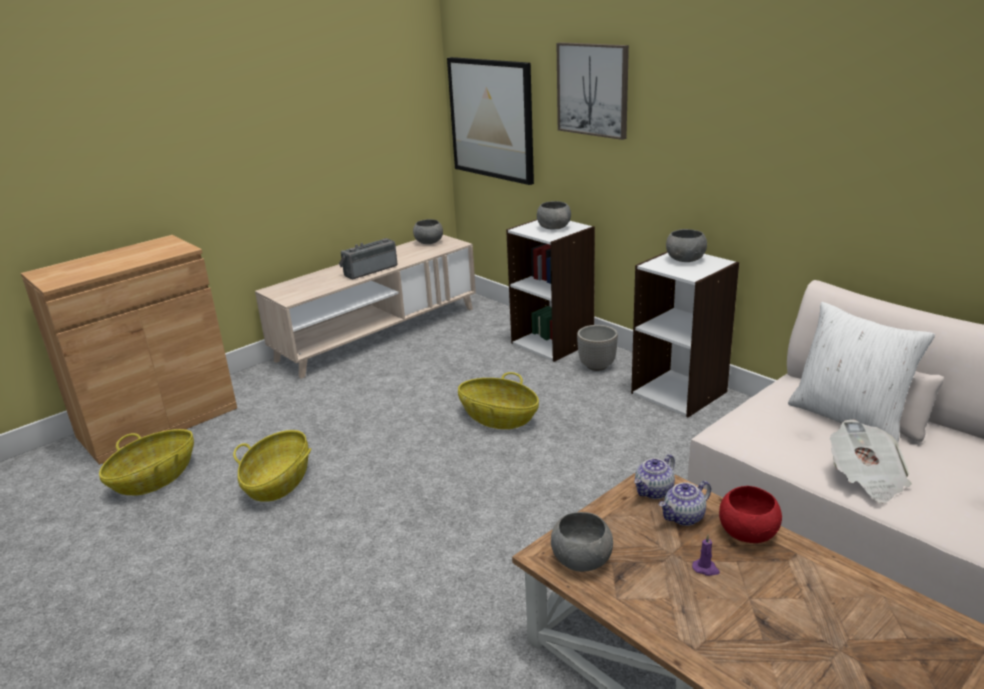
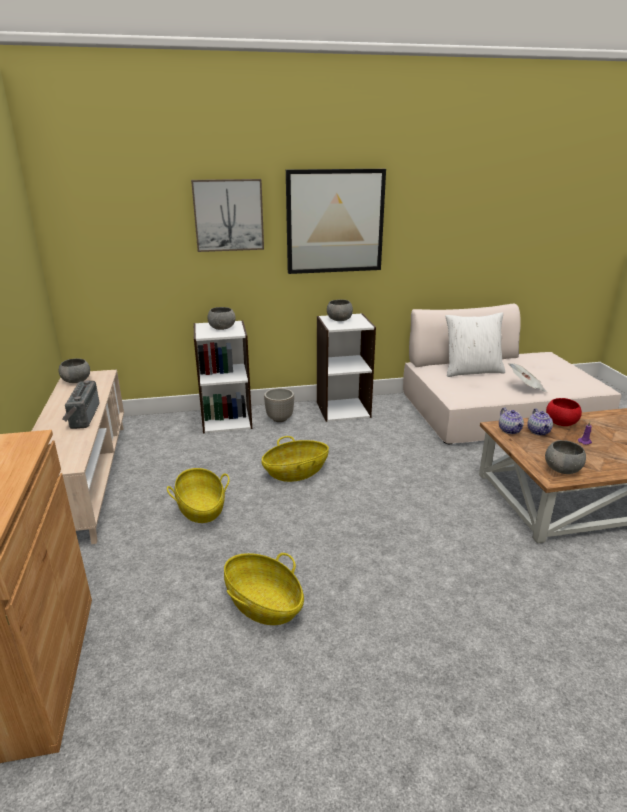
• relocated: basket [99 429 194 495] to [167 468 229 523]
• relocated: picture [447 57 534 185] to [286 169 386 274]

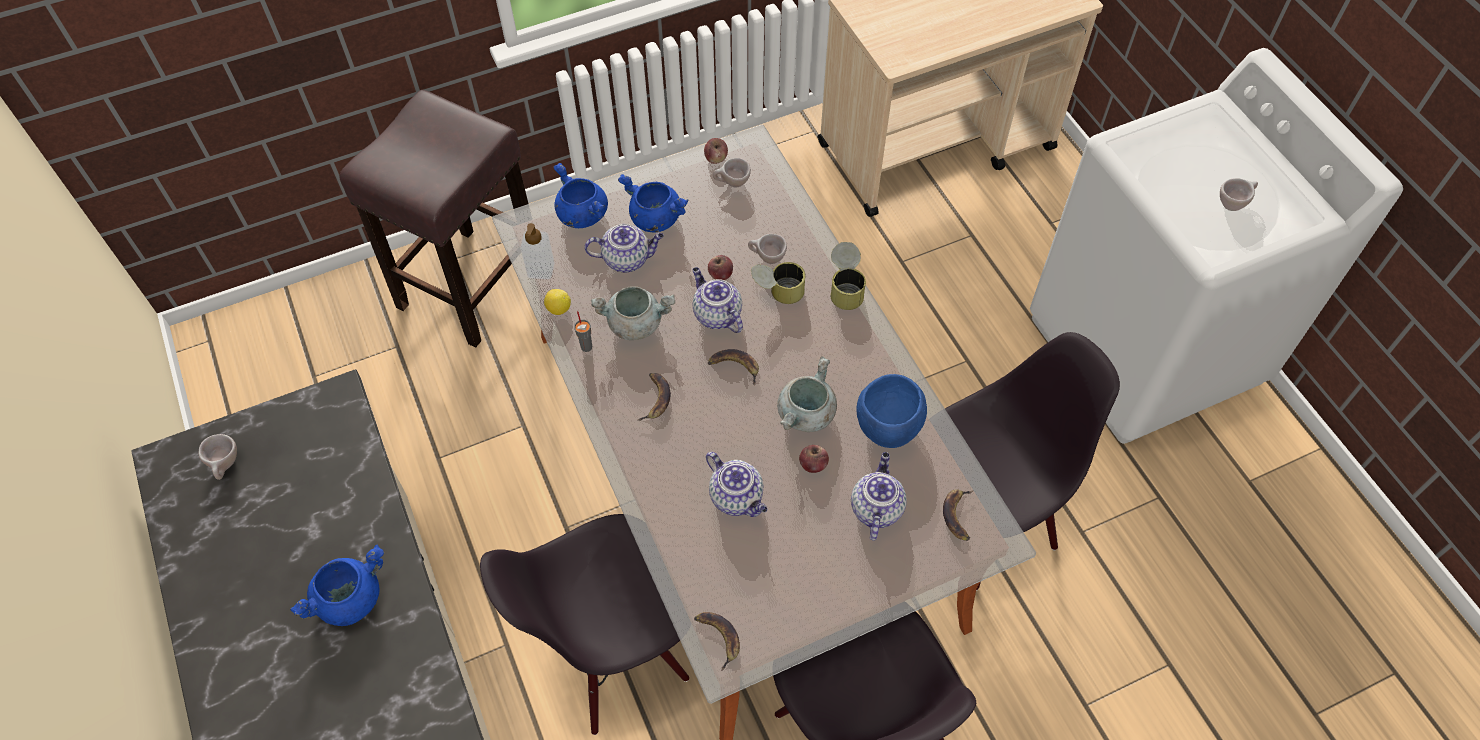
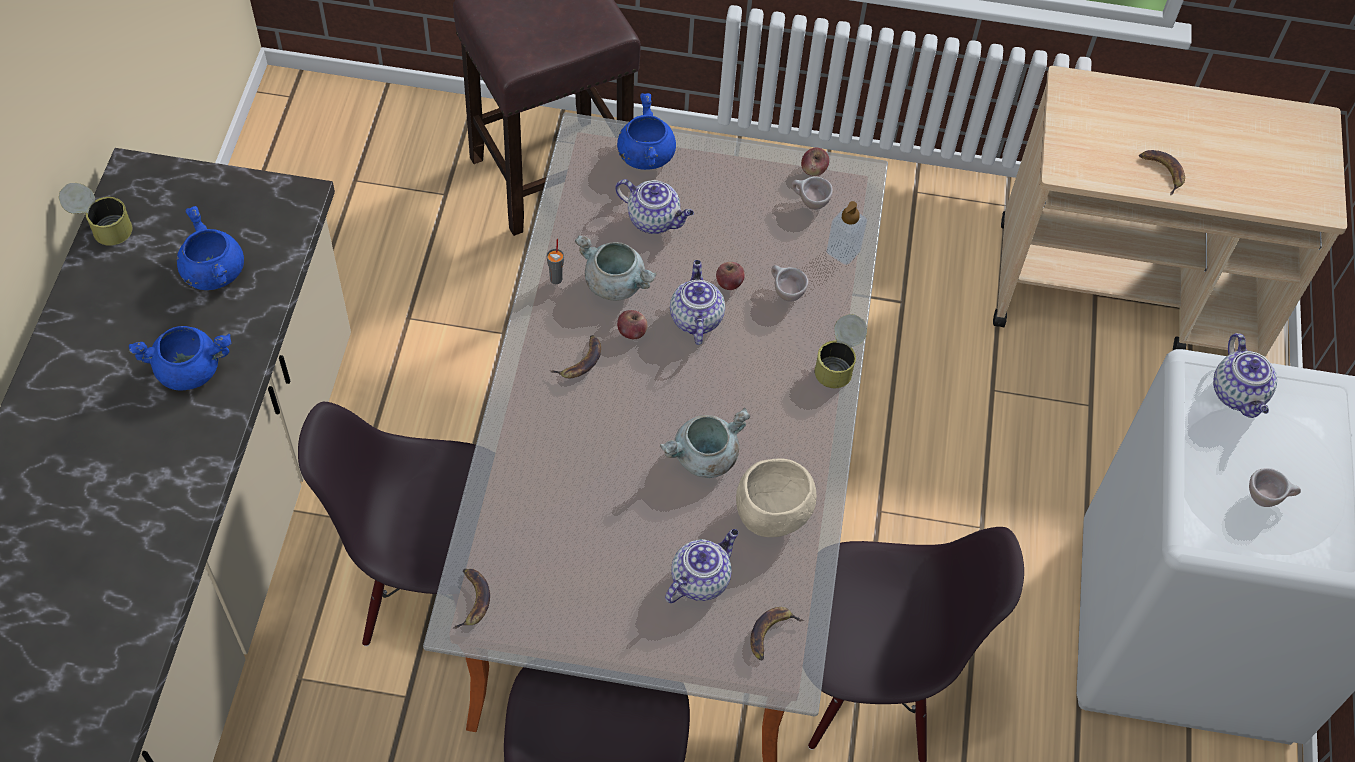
• relocated: can [751 262 806 304] to [59 183 133 246]
• relocated: blue_cooking_pot [618 174 688 233] to [177 206 244 290]
• relocated: apple [799 445 829 473] to [617 310 648 339]
• colour: blue_bowl [856 374 927 448] to beige_bowl [736 458 816 537]
• relocated: soap_dispenser [520 223 554 279] to [826 201 867 265]
• relocated: banana [708 349 759 386] to [1139 150 1185 195]
• relocated: teapot [706 452 767 517] to [1213 333 1277 418]
• missing: beige_cup [198 434 237 480]
• missing: lemon [544 289 571 315]

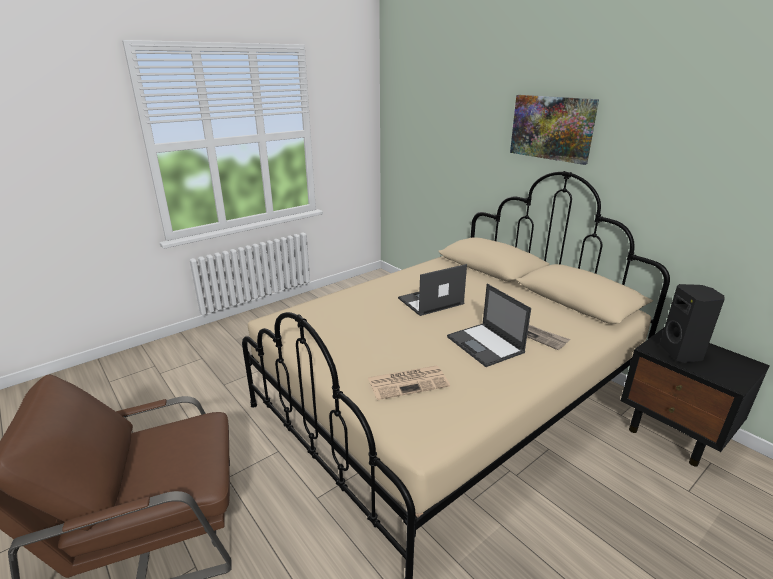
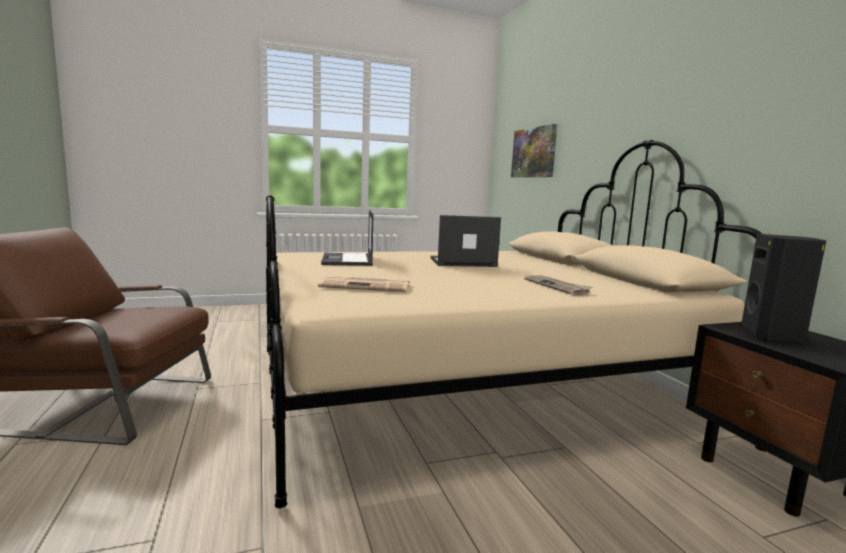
• relocated: laptop [447 284 531 367] to [321 210 373 266]
• relocated: picture [510 95 599 165] to [511 124 557 177]

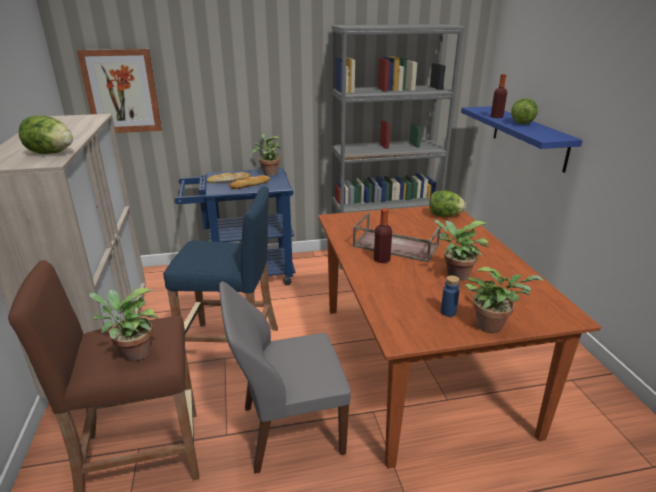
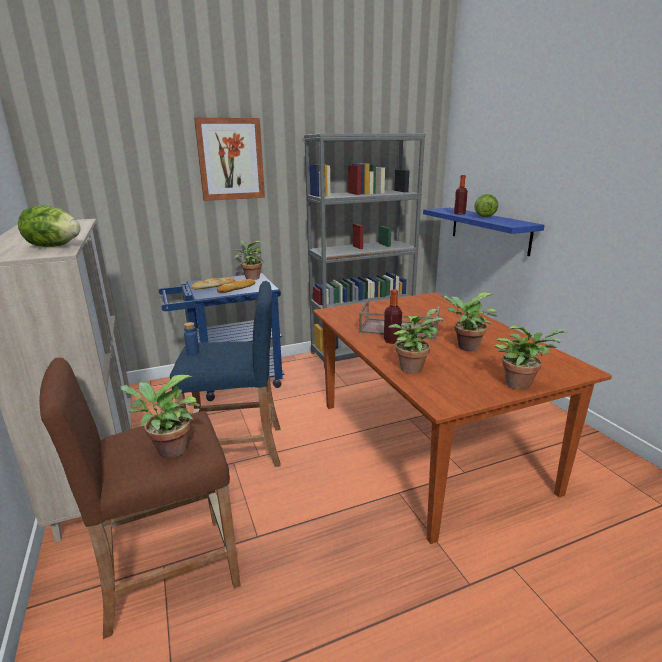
• relocated: blue_bottle [441 275 460 317] to [184 322 199 356]
• relocated: picture [77 49 162 133] to [194 118 265 201]
• appeared: potted_plant [388 309 443 374]
• missing: grey_chair [219 281 351 474]
• missing: lettuce [429 190 466 217]

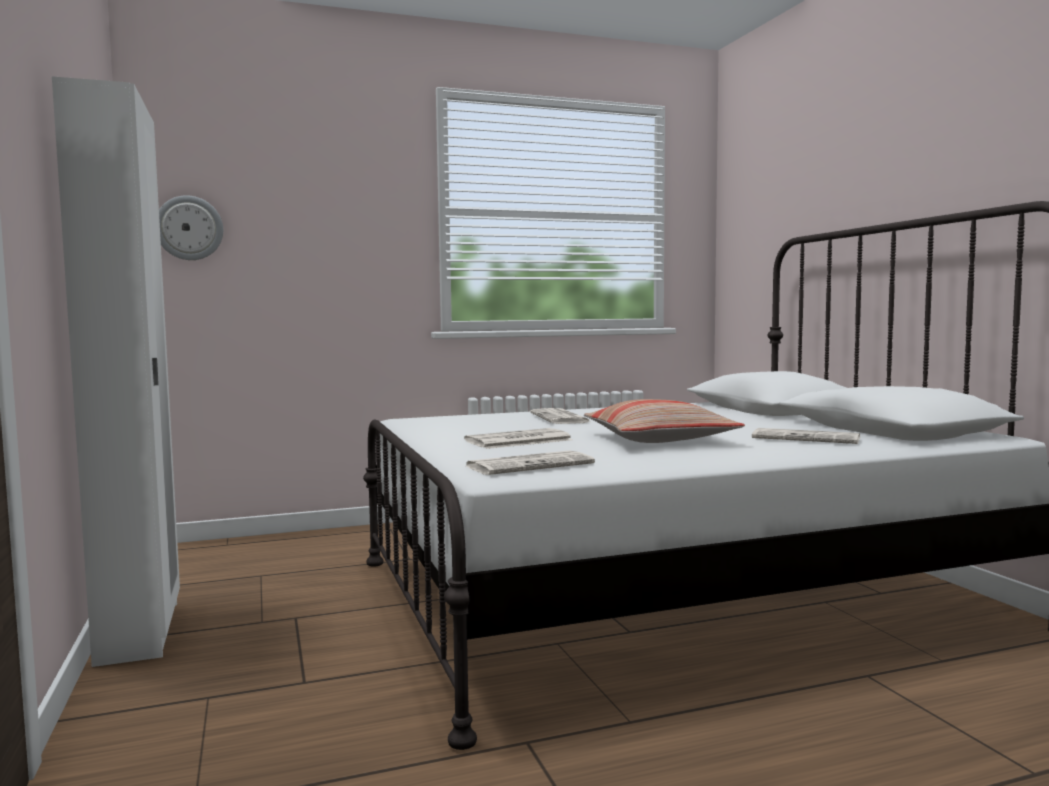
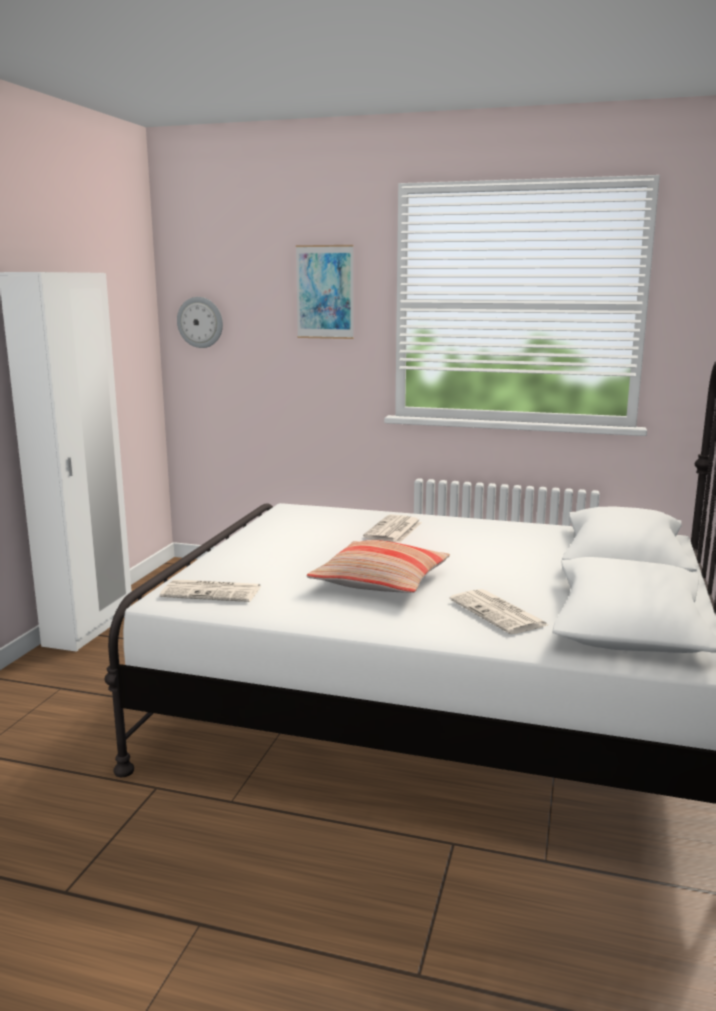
• appeared: picture [296 245 354 339]
• missing: newspaper [464 428 572 449]

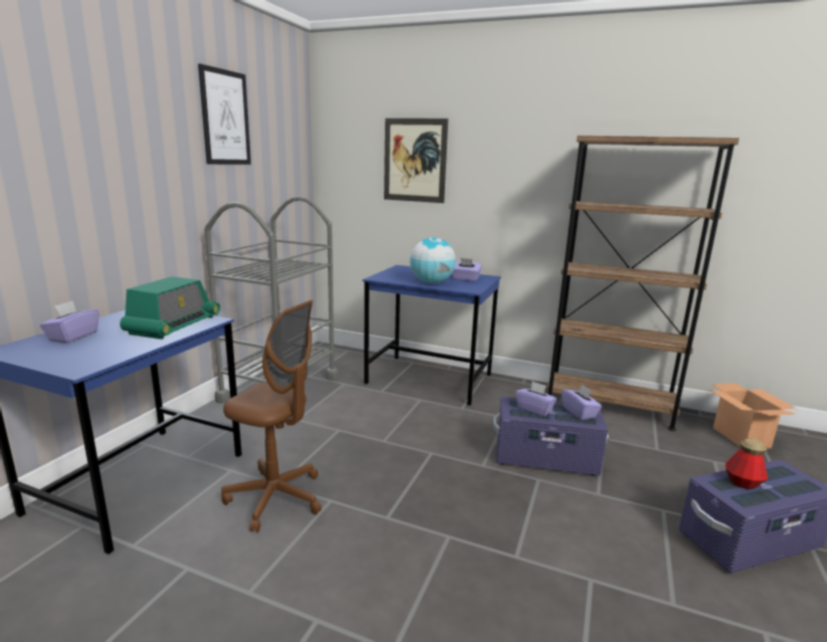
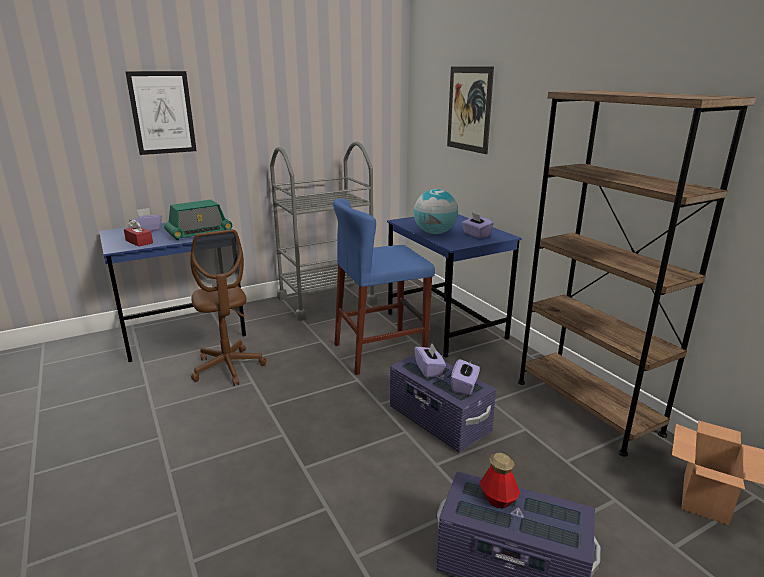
• appeared: red_tissue_box [124 219 153 247]
• relocated: picture [198 64 251 165] to [125 71 197 155]
• appeared: blue_stool [333 198 435 375]

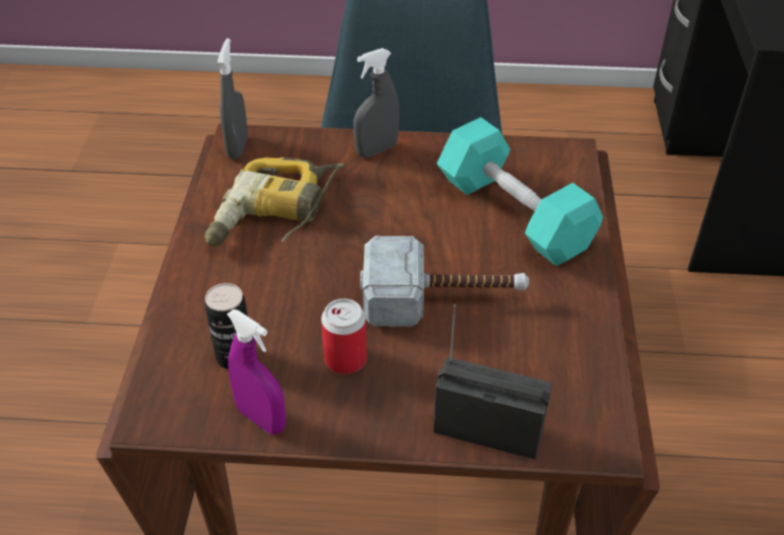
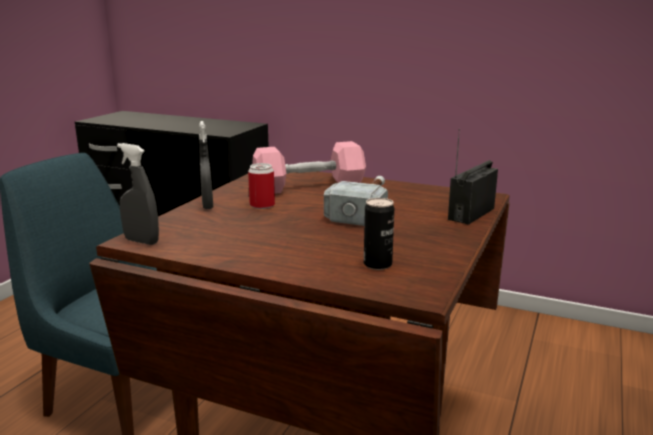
• relocated: can [321 299 367 374] to [248 163 275 209]
• colour: turquoise_dumbbell [437 117 603 266] to pink_dumbbell [252 141 366 194]
• missing: power_drill [204 157 346 246]
• missing: purple_spray_bottle [227 309 286 435]

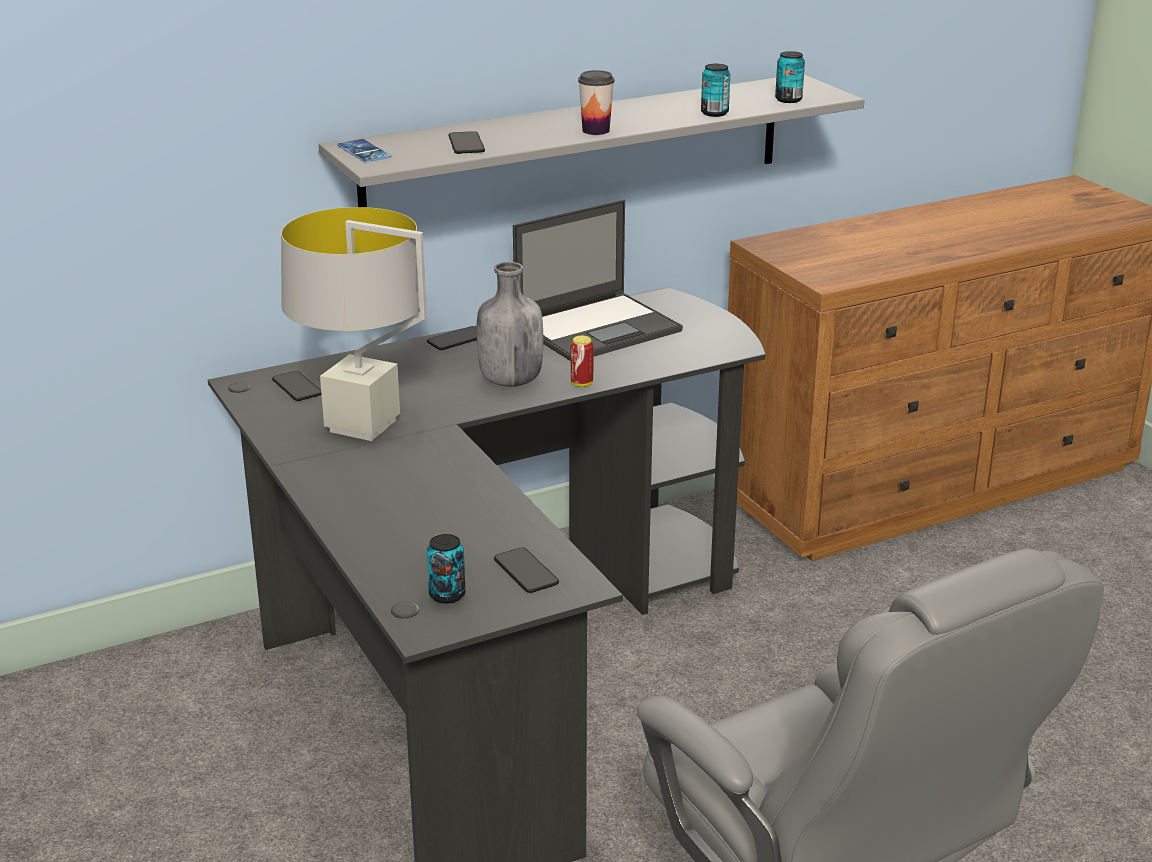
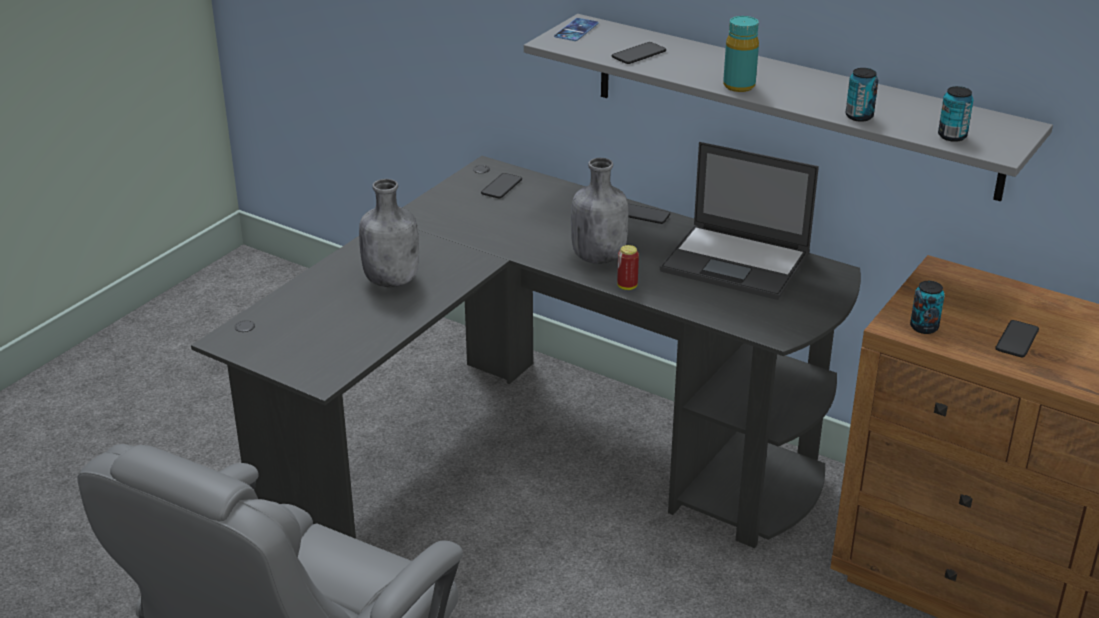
• appeared: grey_bottle [359 179 419 287]
• exchanged: cup [578 70 615 135] to turquoise_bottle [723 16 759 92]
• relocated: can [427 534 466 604] to [910 281 945 334]
• relocated: phone [494 547 559 593] to [995 320 1039 357]
• missing: grey_table_lamp [281 207 427 441]

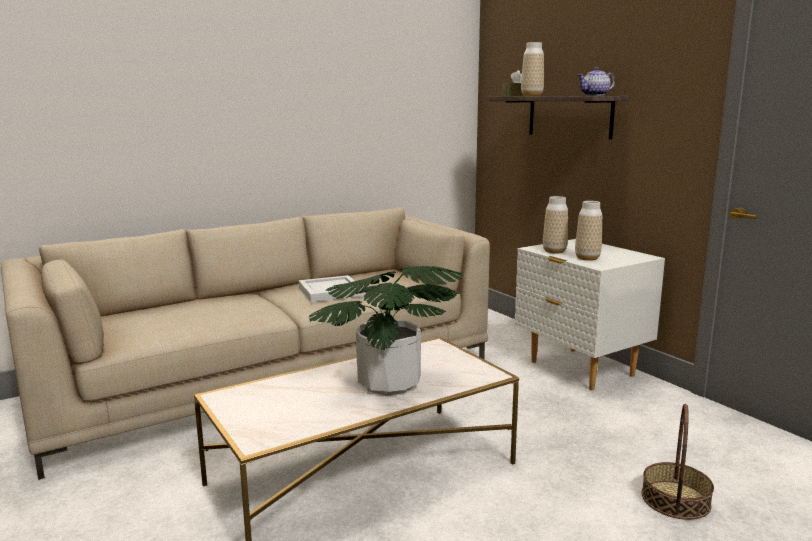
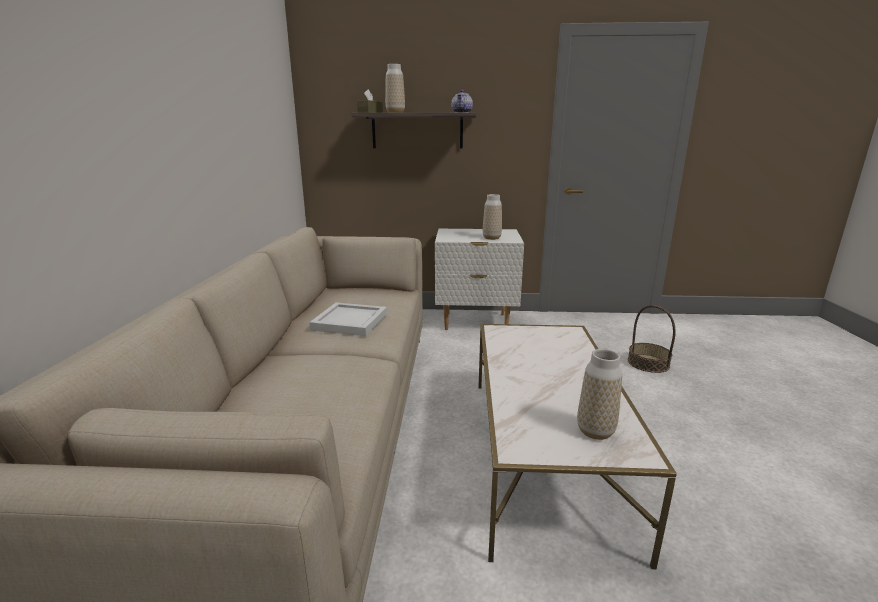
• relocated: vase [543 196 568 254] to [577 349 622 440]
• missing: potted_plant [308 266 464 396]

